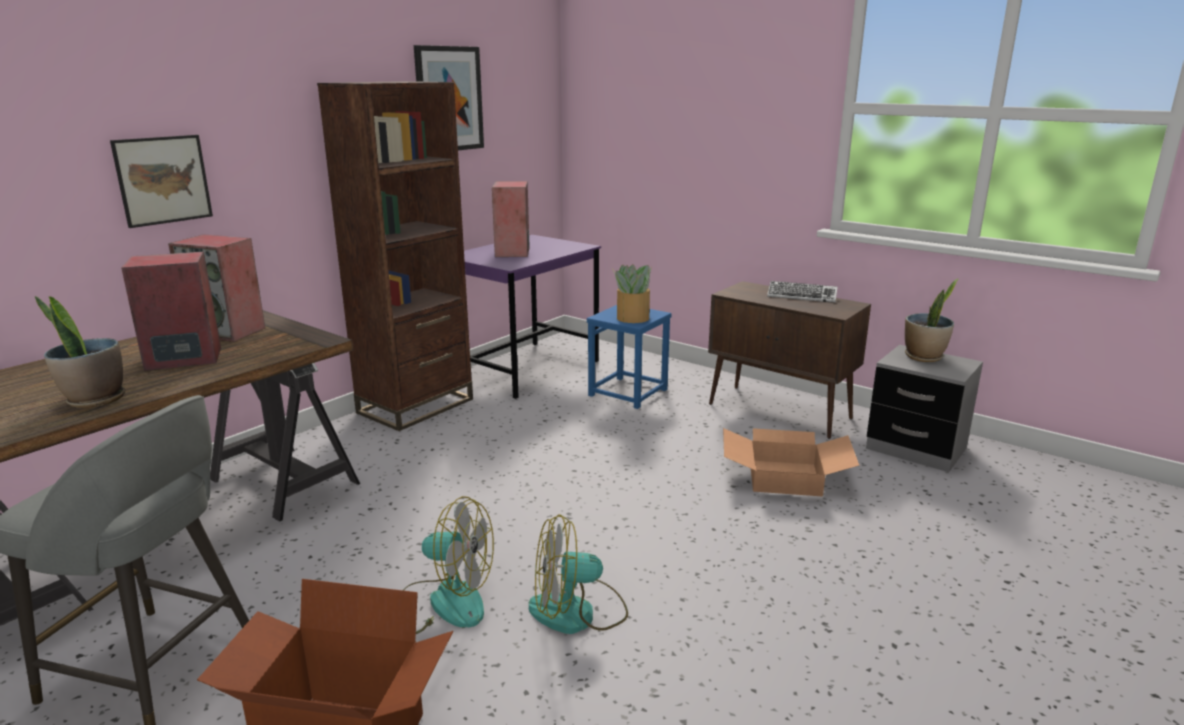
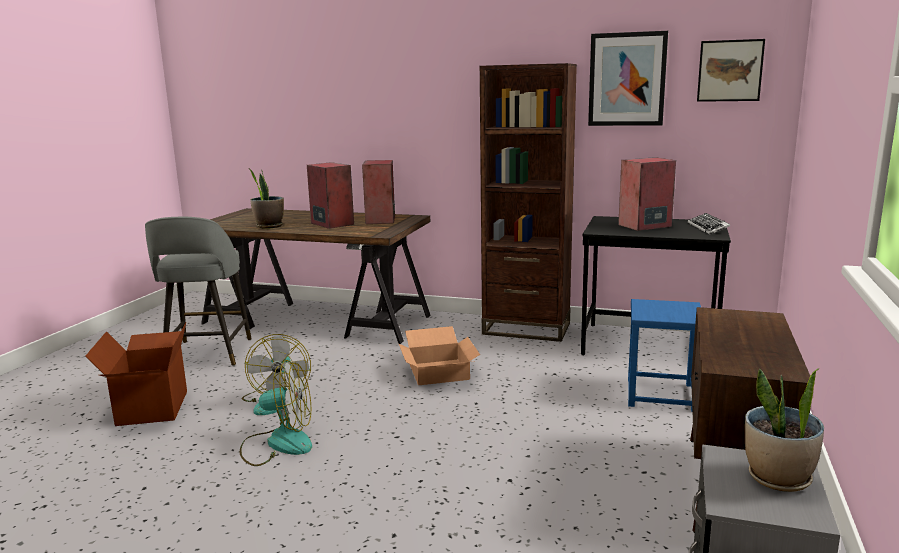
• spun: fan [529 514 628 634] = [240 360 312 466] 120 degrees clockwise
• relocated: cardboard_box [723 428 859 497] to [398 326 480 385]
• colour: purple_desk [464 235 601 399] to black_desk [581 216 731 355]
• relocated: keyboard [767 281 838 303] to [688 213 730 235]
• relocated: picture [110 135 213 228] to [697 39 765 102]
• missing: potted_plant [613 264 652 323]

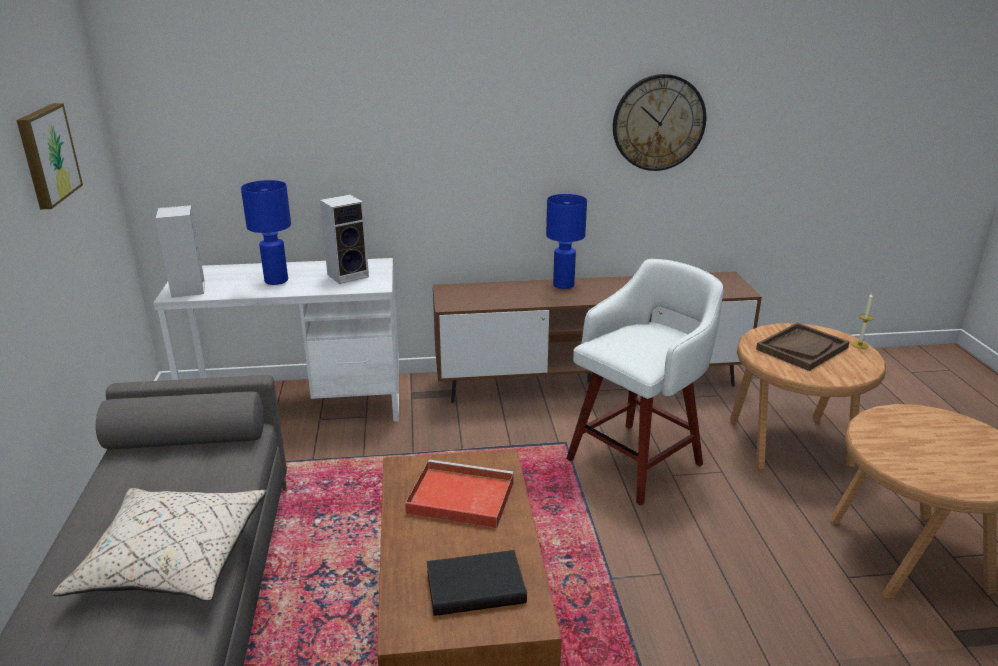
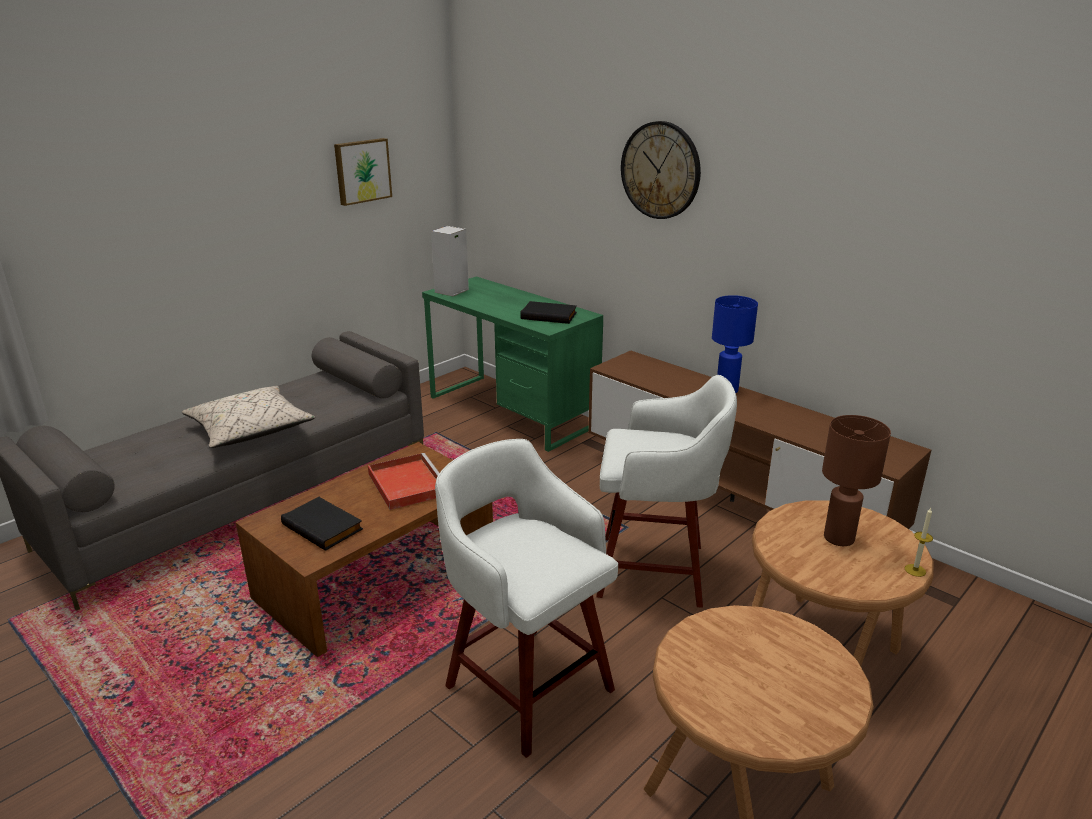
• colour: white_desk [153 258 399 422] to green_desk [422 277 603 452]
• appeared: white_stool [435 439 618 758]
• exchanged: speaker [320 195 369 284] to black_book [520 301 577 324]
• relocated: wall_clock [613 74 706 171] to [621 121 701 219]
• exchanged: brown_tray [756 323 850 371] to brown_table_lamp [822 415 891 546]
• missing: blue_table_lamp [241 180 291 285]

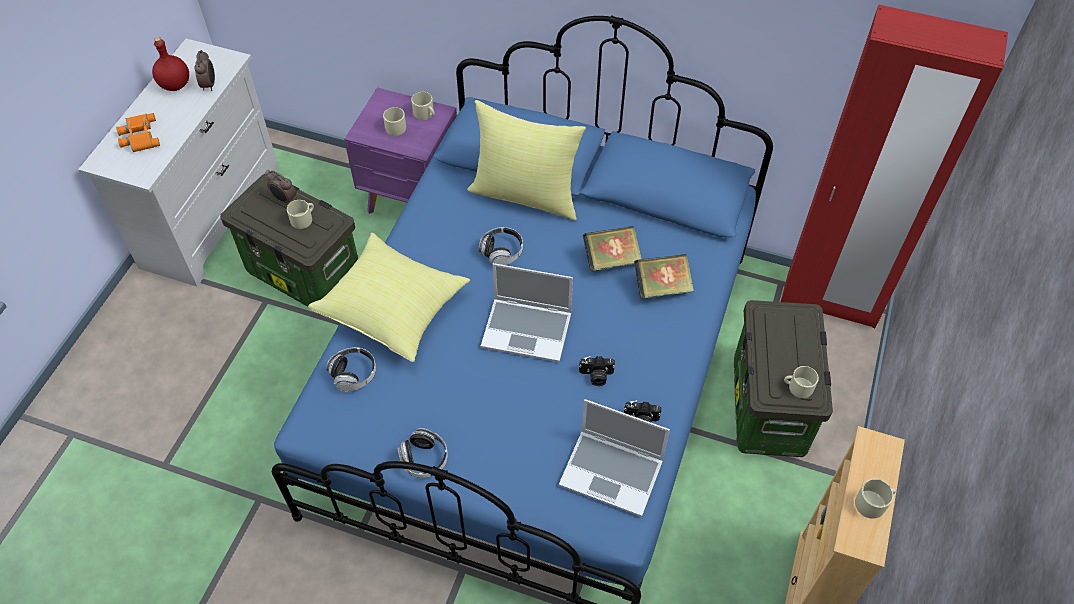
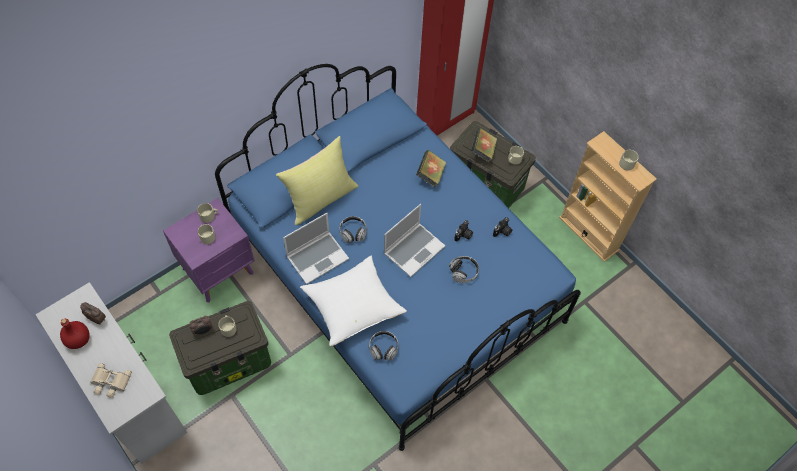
• colour: orange_binoculars [116 113 160 152] to beige_binoculars [90 363 132 398]
• relocated: laptop [559 399 670 517] to [283 213 349 284]
• colour: yellow_pillow [308 233 470 362] to white_pillow [300 255 407 346]
• relocated: headphones [397 428 448 478] to [449 256 479 283]
• relocated: book [583 226 642 272] to [471 128 497 163]

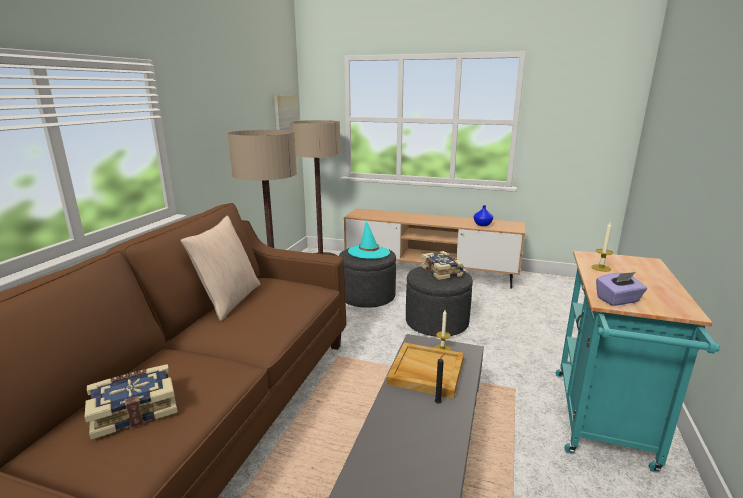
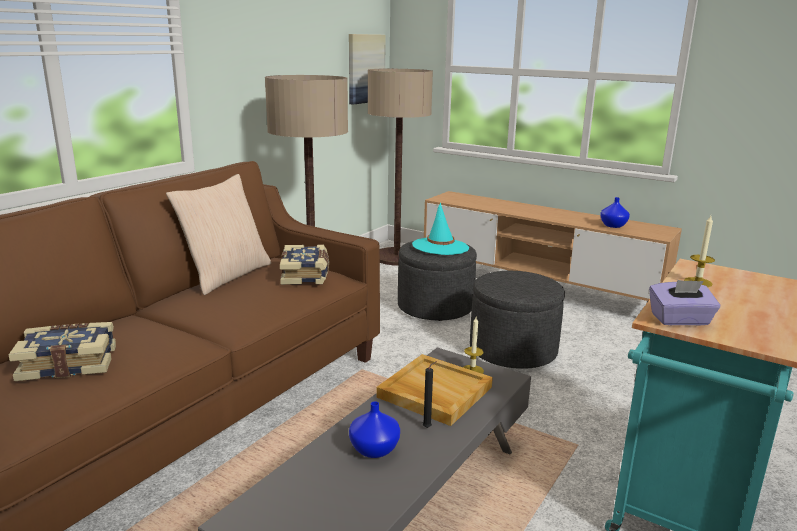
• relocated: book [421 251 464 280] to [280 245 329 285]
• appeared: blue_vase [349 401 400 458]

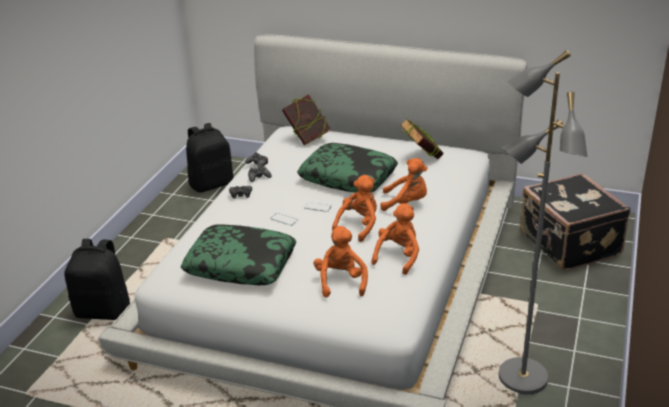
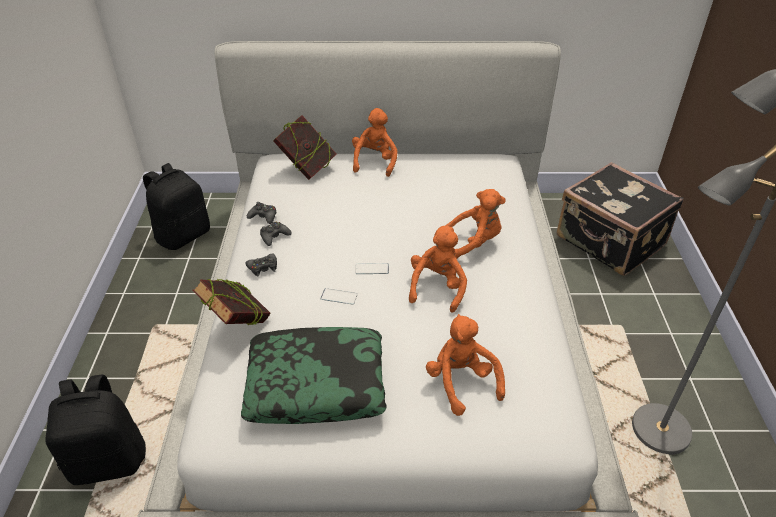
• relocated: book [400 119 444 159] to [192 278 270 325]
• relocated: orange_plush_toy [371 203 419 275] to [352 108 397 177]
• missing: pillow [297 143 398 193]

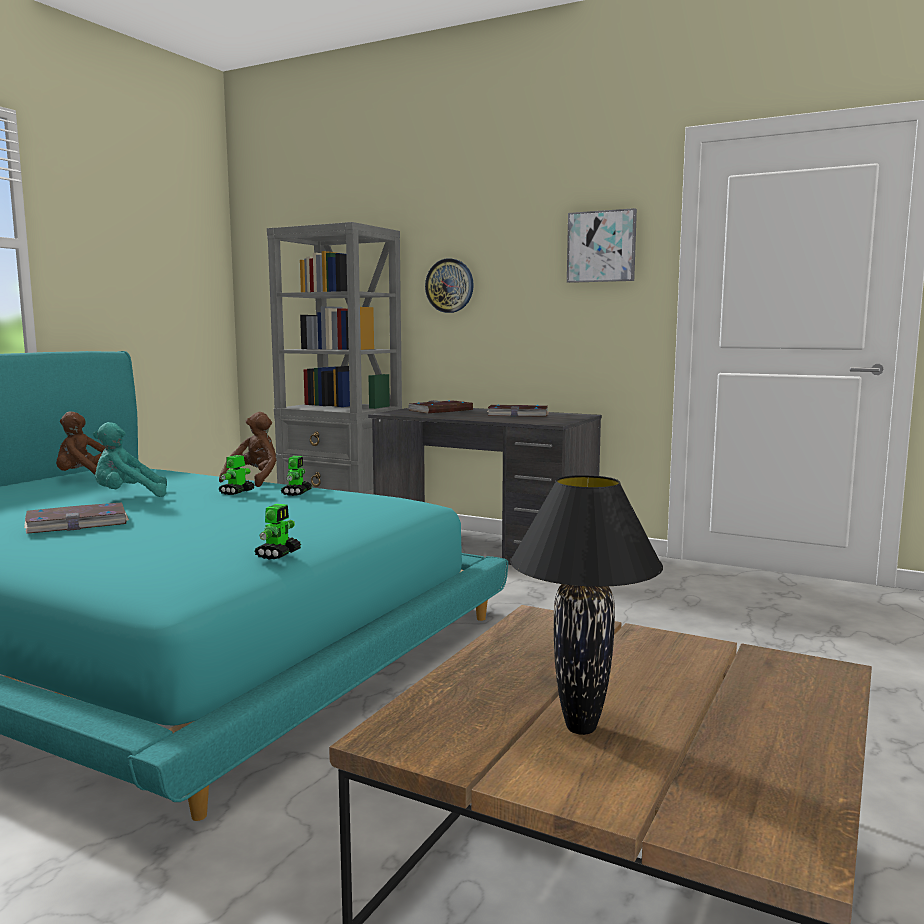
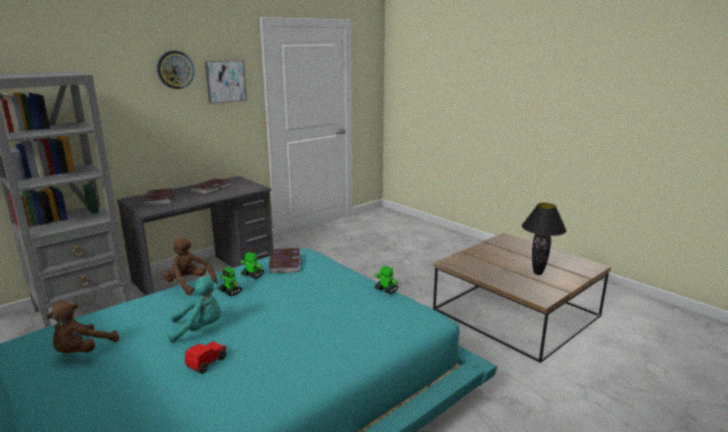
• relocated: wall_clock [425 258 474 313] to [157 51 194 89]
• spun: turquoise_plush_toy [93 422 167 497] = [168 276 221 343] 105 degrees counterclockwise
• appeared: toy_car [185 341 226 374]
• relocated: book [24 502 129 534] to [269 248 302 273]

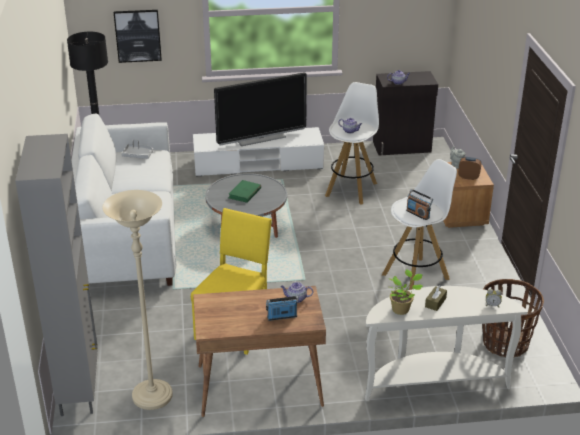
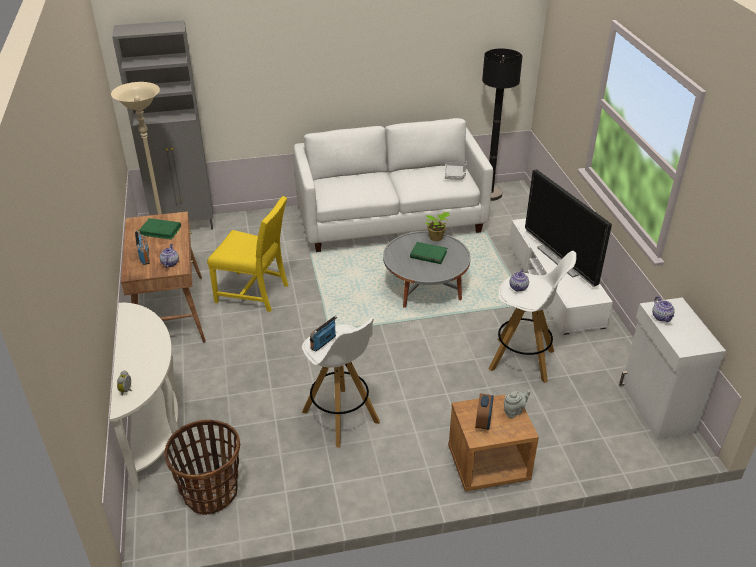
• appeared: green_book [139 218 181 240]
• relocated: potted_plant [389 269 423 315] to [425 211 450 241]
• colour: black_cabinet [373 71 438 155] to white_cabinet [619 297 726 440]
• missing: picture [114 10 162 63]
• missing: brown_tissue_box [425 285 447 311]

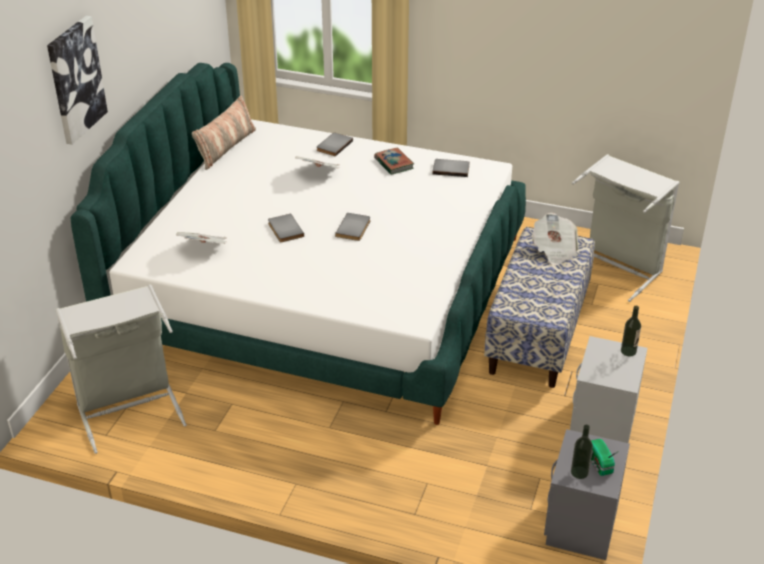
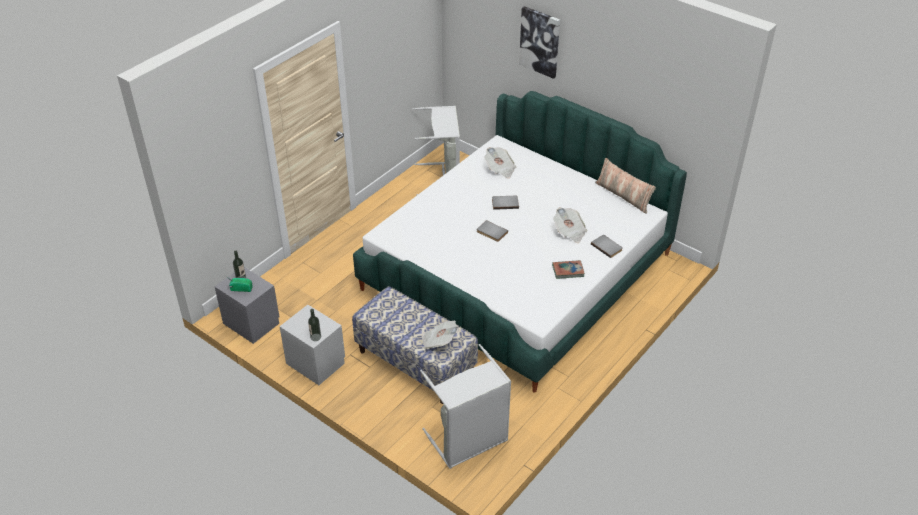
• missing: grey_book [432 159 470 177]

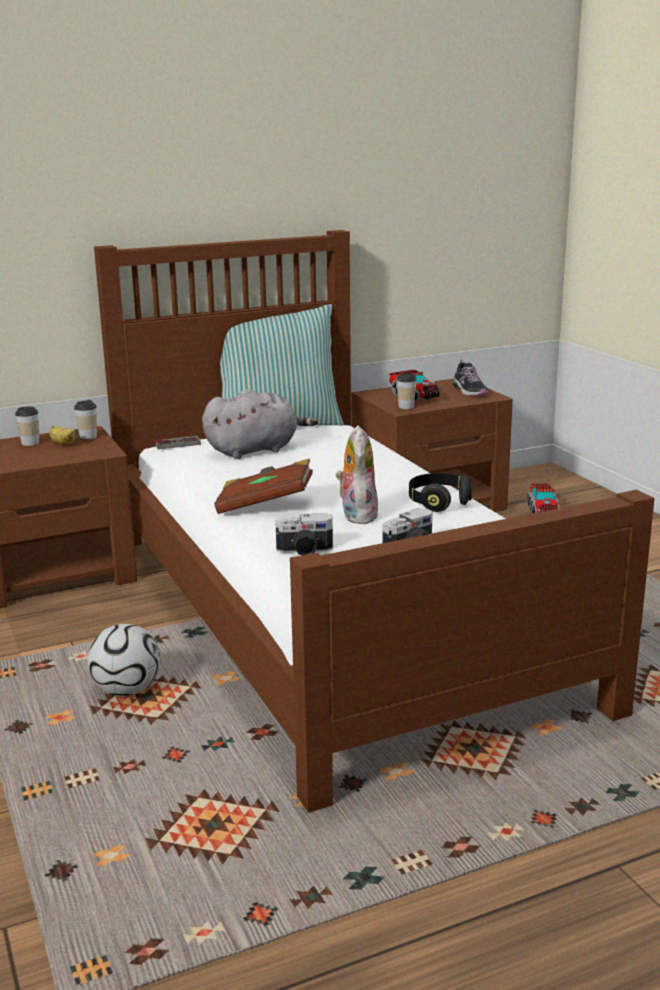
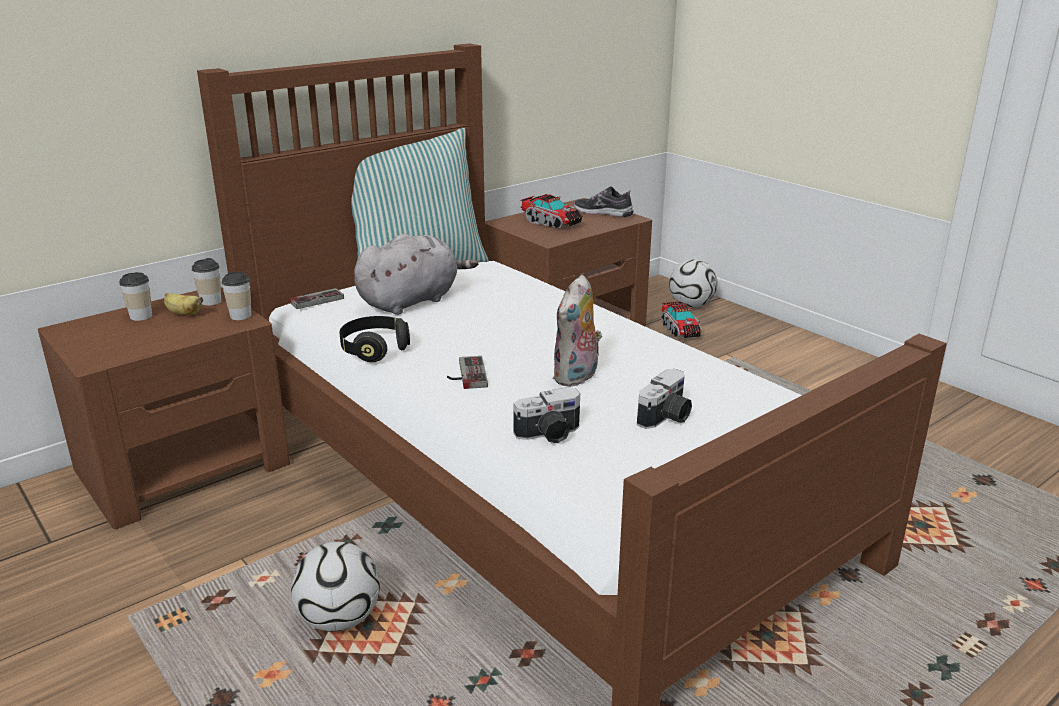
• relocated: cup [397 373 417 409] to [221 272 251 320]
• relocated: black_headphones [409 473 472 512] to [339 316 410 362]
• exchanged: brown_book [214 459 313 514] to game_controller [447 356 488 389]
• spun: plush_toy [336 425 379 524] = [552 275 602 387] 135 degrees counterclockwise
• spun: shoe [453 360 488 396] = [574 186 634 217] 150 degrees clockwise
• appeared: football [669 259 718 307]

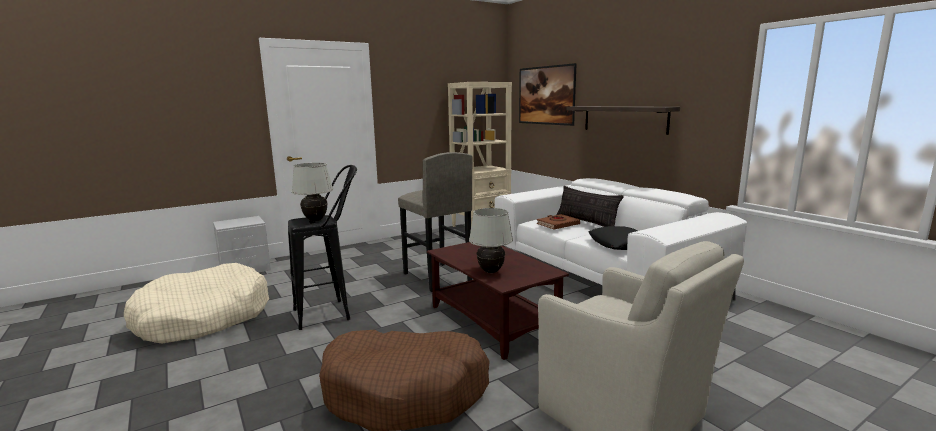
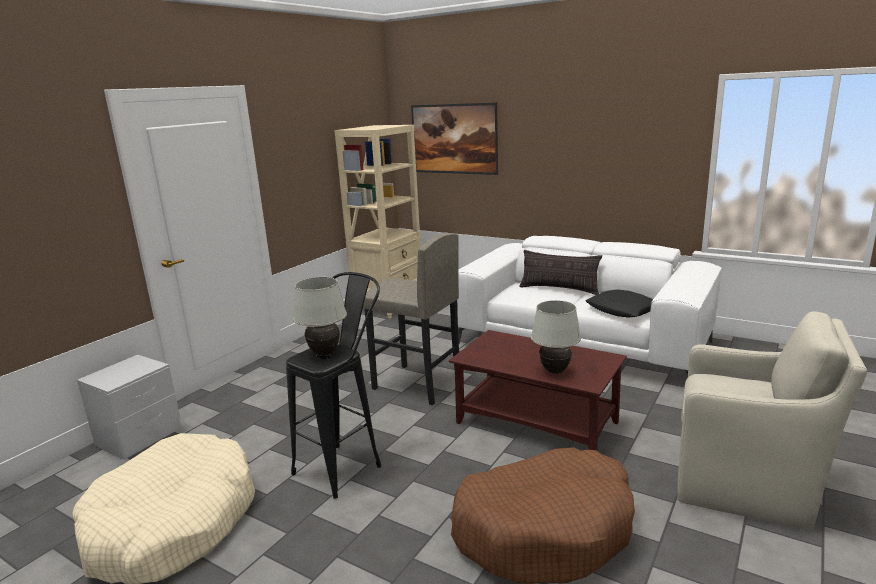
• missing: brown_book [537 214 580 229]
• missing: shelf [566 106 680 135]

